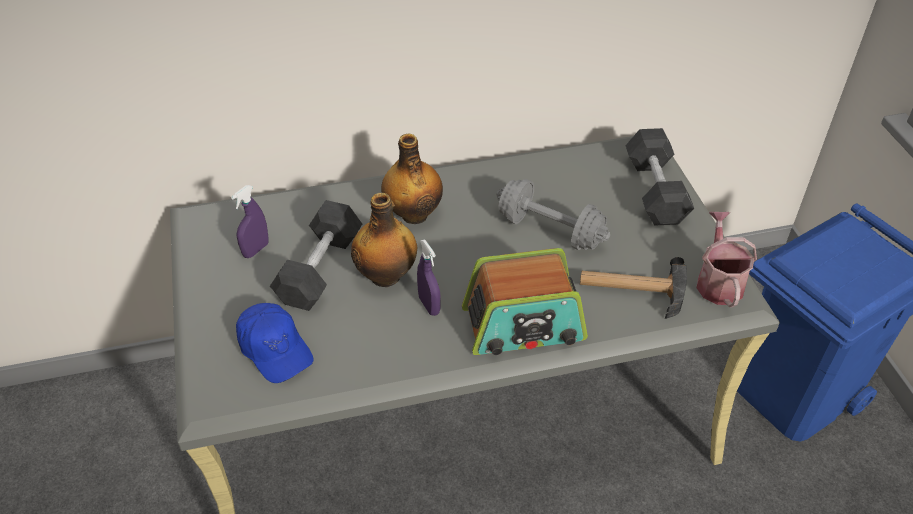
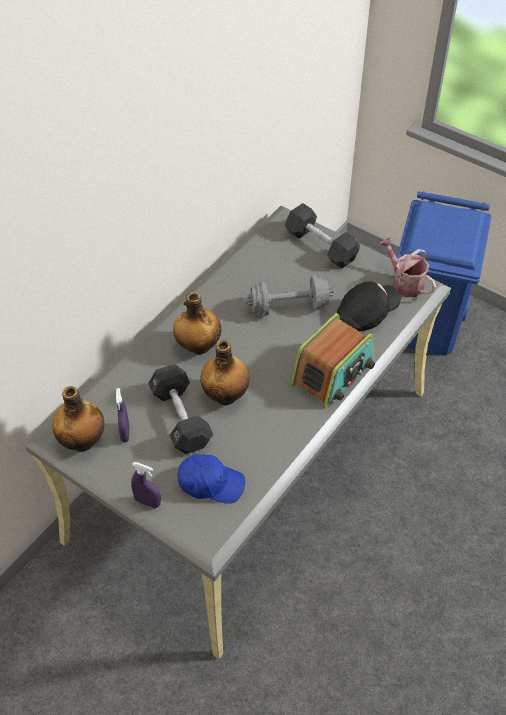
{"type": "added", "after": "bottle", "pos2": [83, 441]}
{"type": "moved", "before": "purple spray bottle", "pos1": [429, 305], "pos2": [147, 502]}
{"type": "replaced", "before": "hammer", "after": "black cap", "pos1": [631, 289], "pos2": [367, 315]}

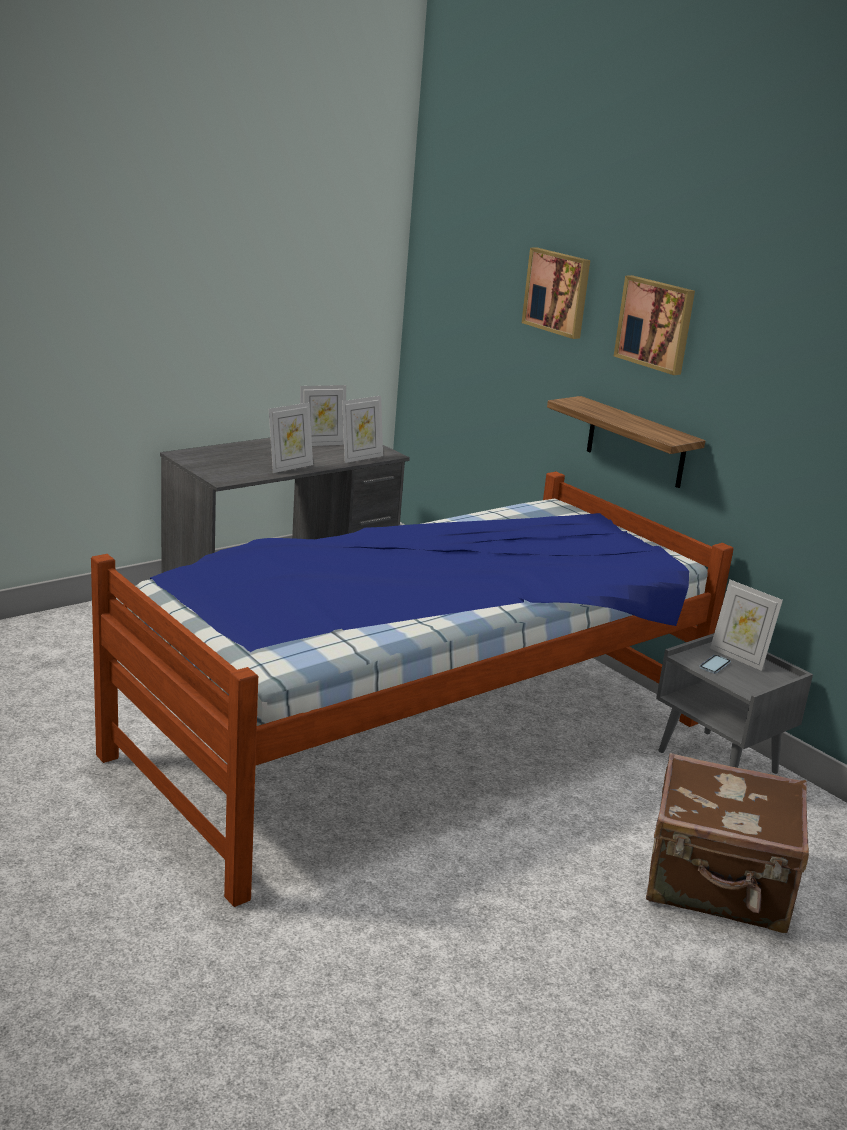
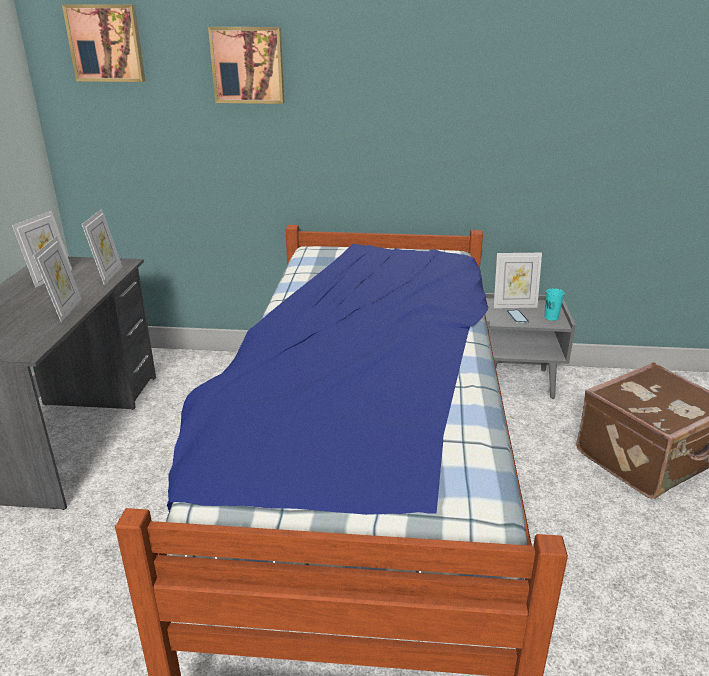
{"type": "removed", "before": "shelf", "pos1": [636, 443]}
{"type": "added", "after": "turquoise cup", "pos2": [551, 317]}
{"type": "moved", "before": "picture", "pos1": [656, 324], "pos2": [106, 43]}

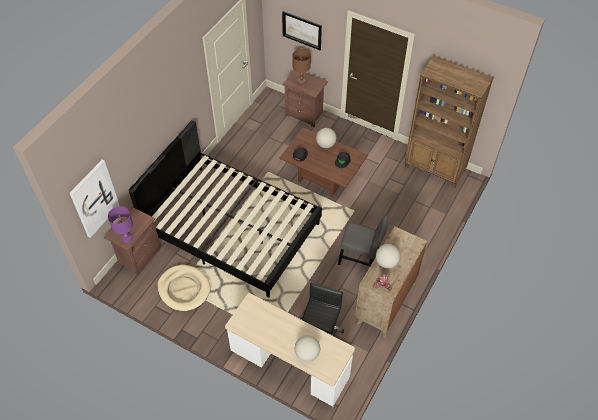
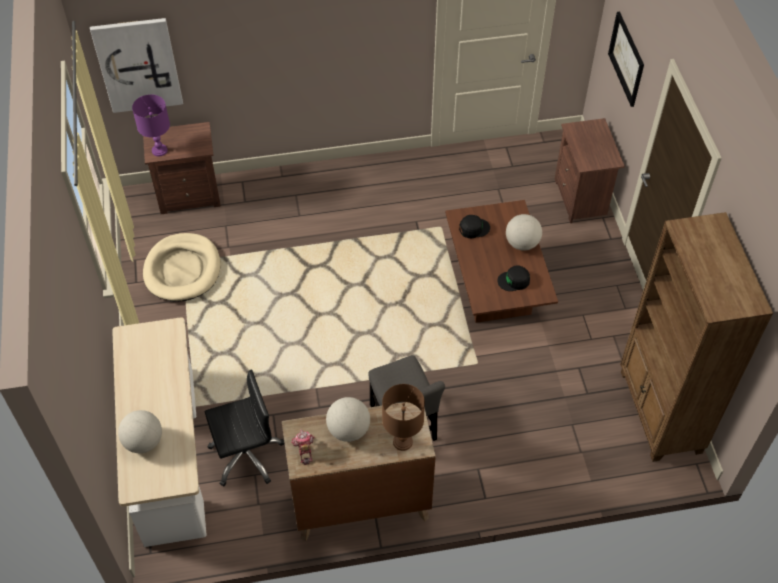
{"type": "removed", "before": "black bed", "pos1": [232, 228]}
{"type": "moved", "before": "brown table lamp", "pos1": [301, 81], "pos2": [402, 442]}

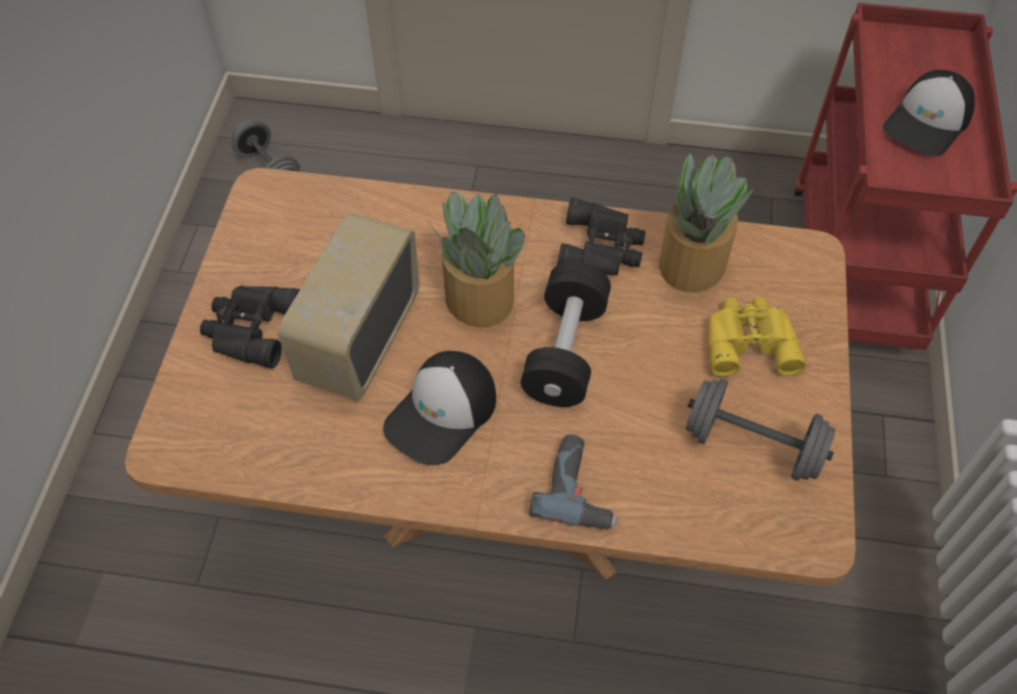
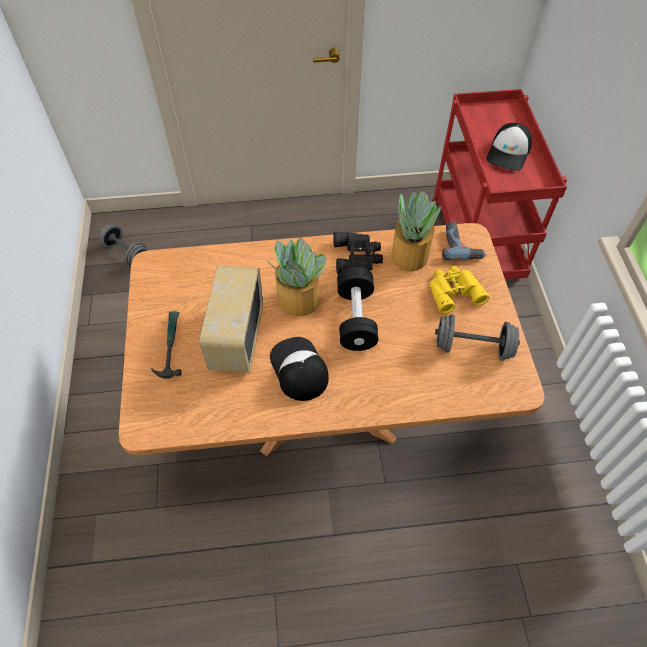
{"type": "moved", "before": "power drill", "pos1": [580, 488], "pos2": [461, 245]}
{"type": "replaced", "before": "black binoculars", "after": "hammer", "pos1": [249, 329], "pos2": [169, 346]}
{"type": "turned", "before": "cap", "pos1": [442, 413], "pos2": [298, 369], "turn": 135}

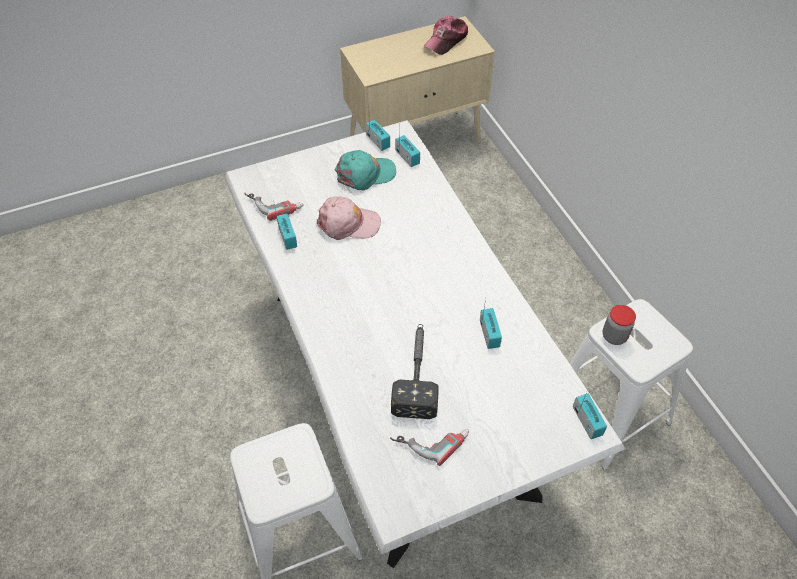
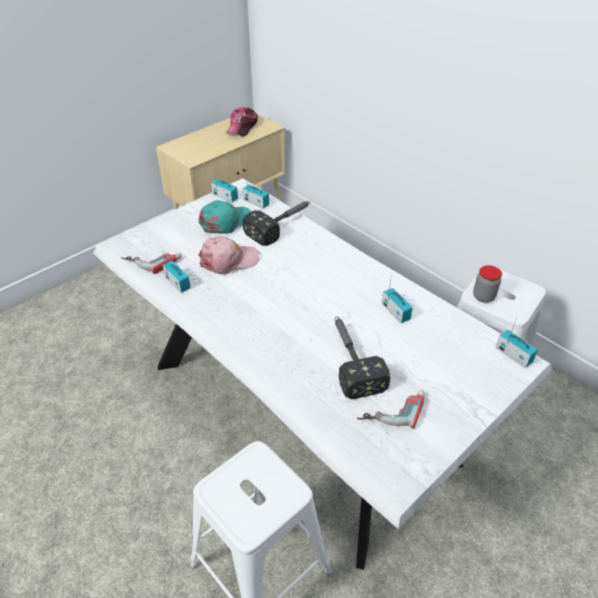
{"type": "added", "after": "hammer", "pos2": [282, 225]}

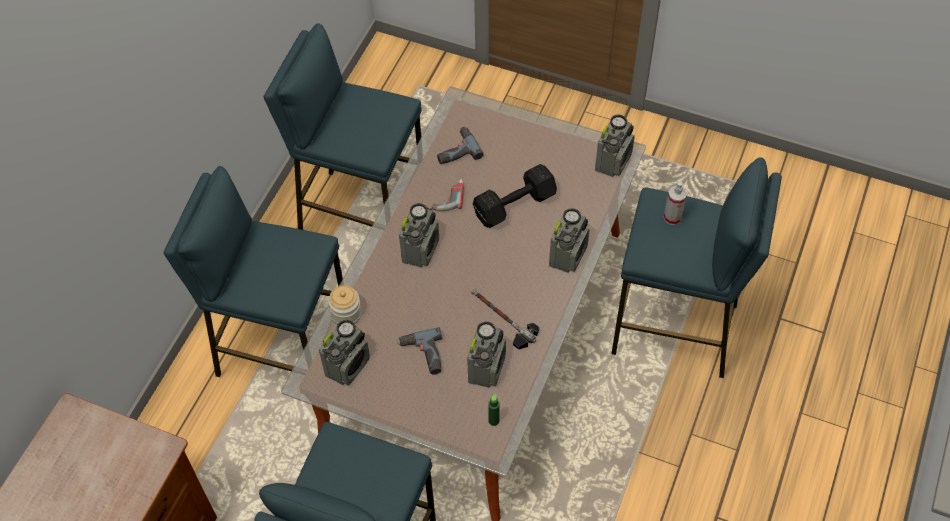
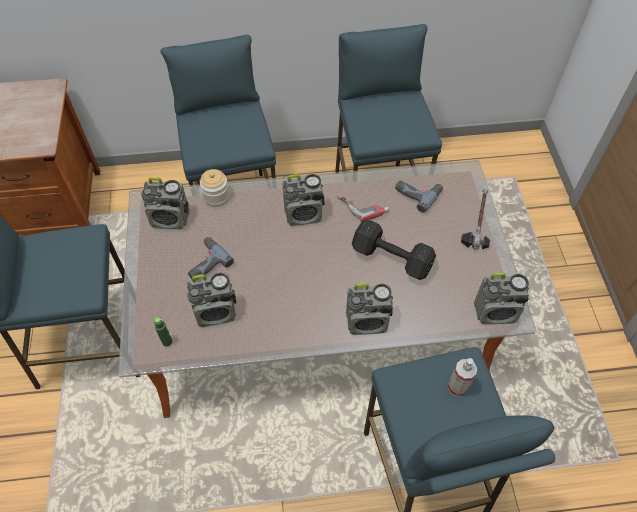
{"type": "moved", "before": "hammer", "pos1": [502, 319], "pos2": [478, 221]}

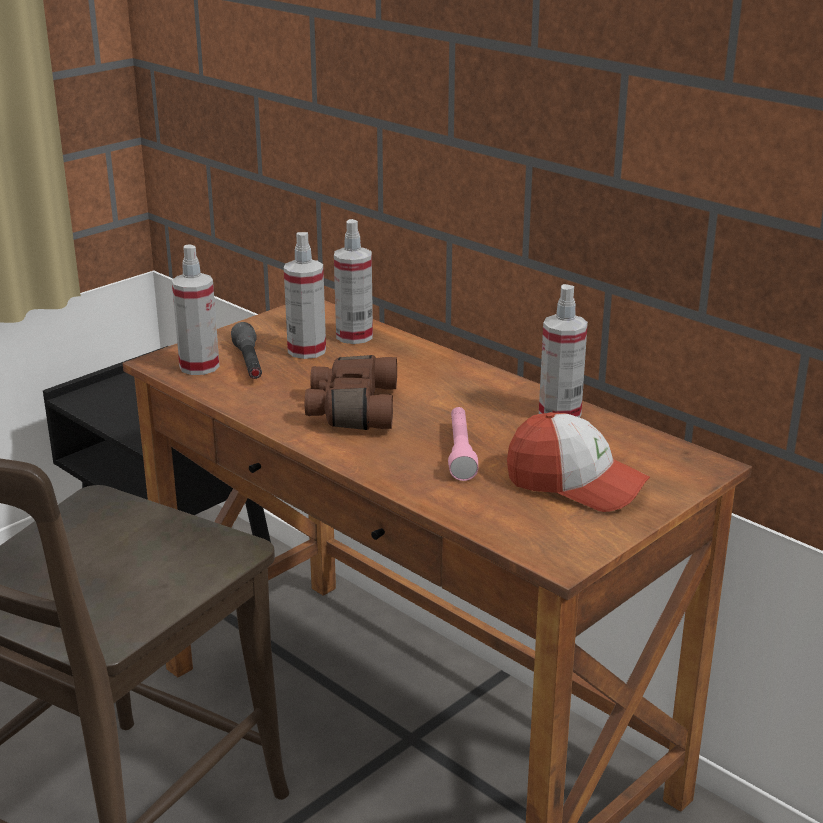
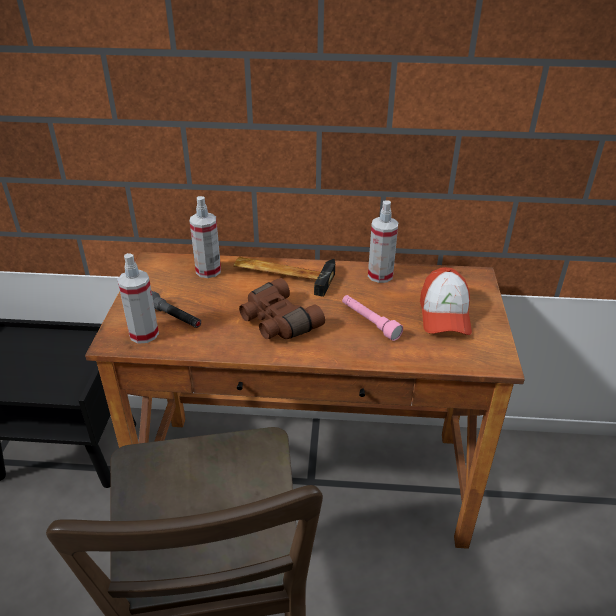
{"type": "removed", "before": "spray bottle", "pos1": [307, 350]}
{"type": "added", "after": "hammer", "pos2": [283, 273]}
{"type": "turned", "before": "cap", "pos1": [575, 484], "pos2": [444, 315], "turn": 105}

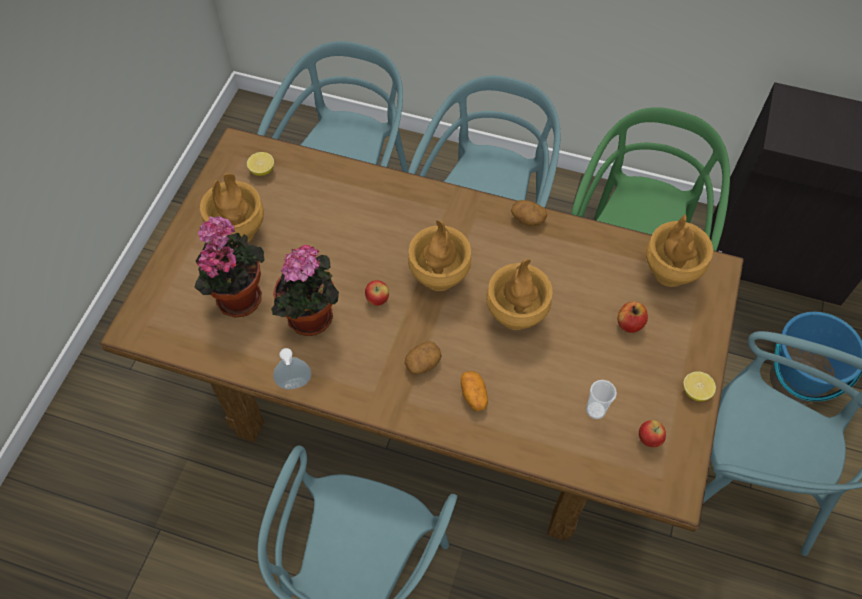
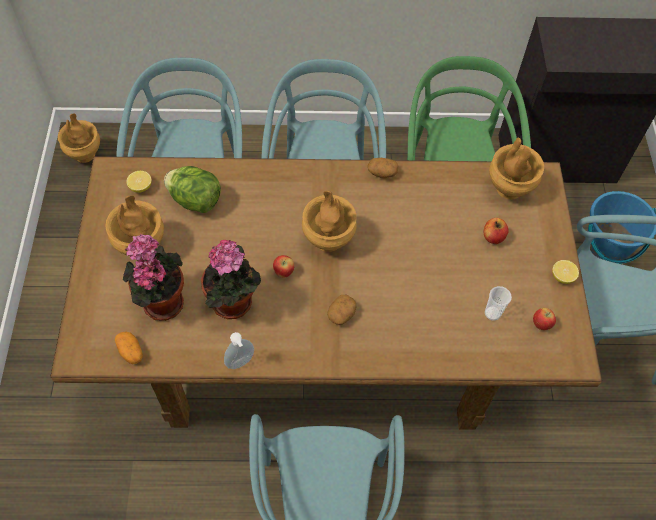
{"type": "added", "after": "lettuce", "pos2": [195, 200]}
{"type": "moved", "before": "potato", "pos1": [473, 395], "pos2": [131, 352]}
{"type": "moved", "before": "brown vase", "pos1": [515, 315], "pos2": [85, 154]}

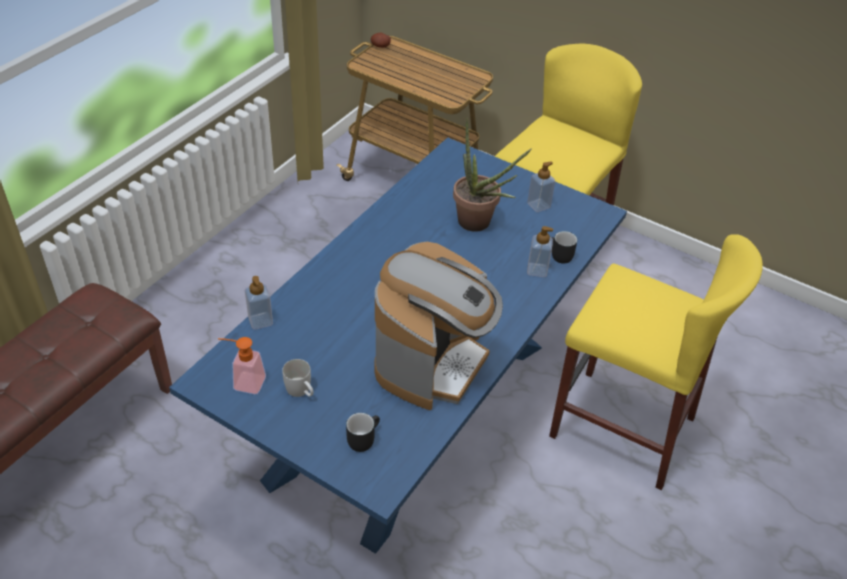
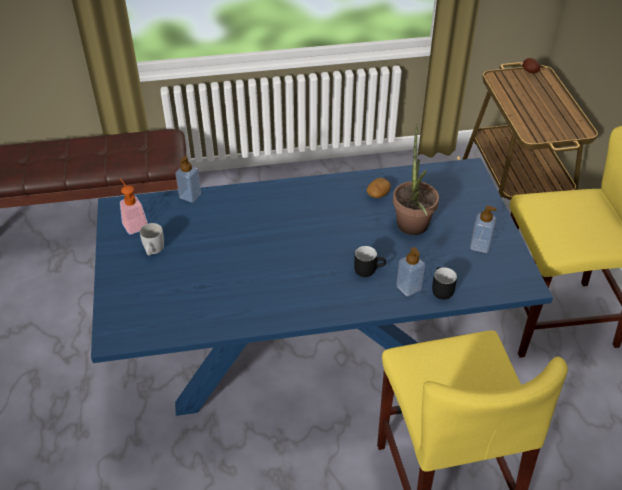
{"type": "removed", "before": "coffee machine", "pos1": [432, 363]}
{"type": "added", "after": "potato", "pos2": [378, 194]}
{"type": "moved", "before": "black mug", "pos1": [362, 438], "pos2": [368, 269]}

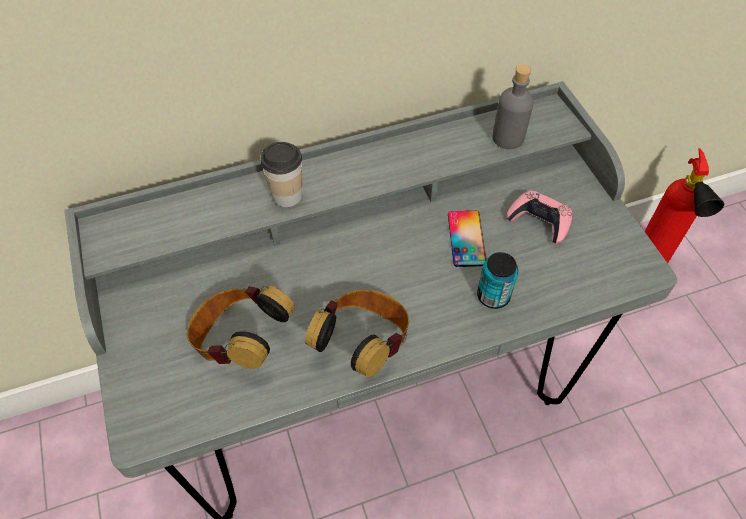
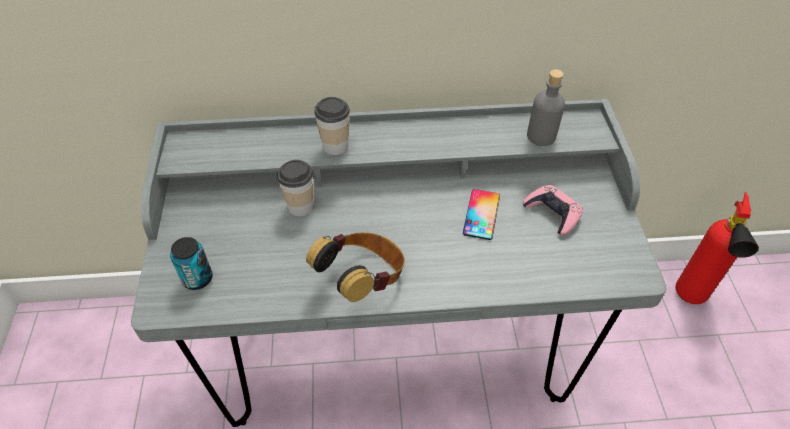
{"type": "removed", "before": "headphones", "pos1": [241, 341]}
{"type": "added", "after": "cup", "pos2": [300, 206]}
{"type": "moved", "before": "can", "pos1": [493, 296], "pos2": [197, 278]}

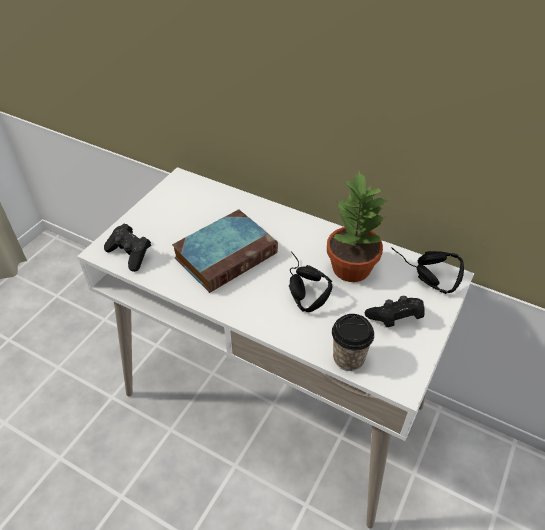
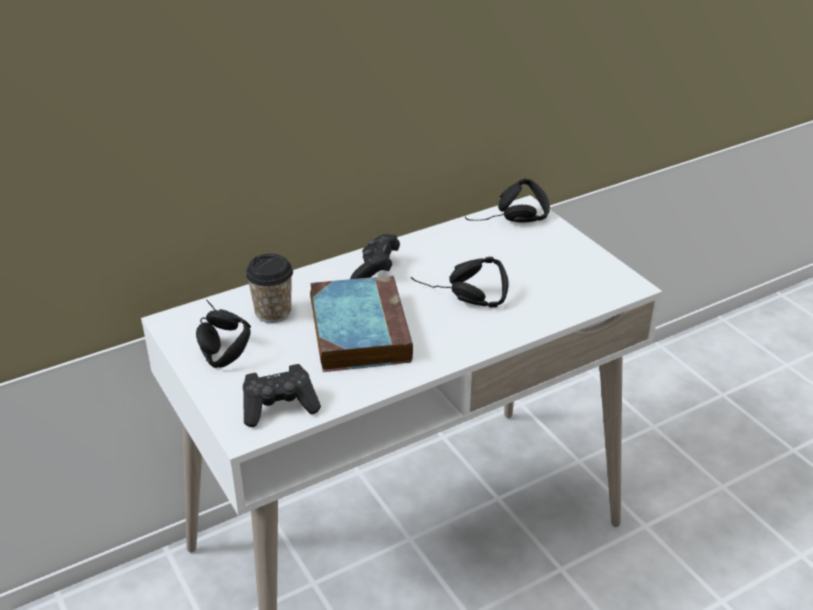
{"type": "removed", "before": "potted plant", "pos1": [350, 267]}
{"type": "added", "after": "black headphones", "pos2": [214, 342]}
{"type": "moved", "before": "cup", "pos1": [348, 358], "pos2": [273, 312]}
{"type": "moved", "before": "black game controller", "pos1": [395, 319], "pos2": [375, 270]}

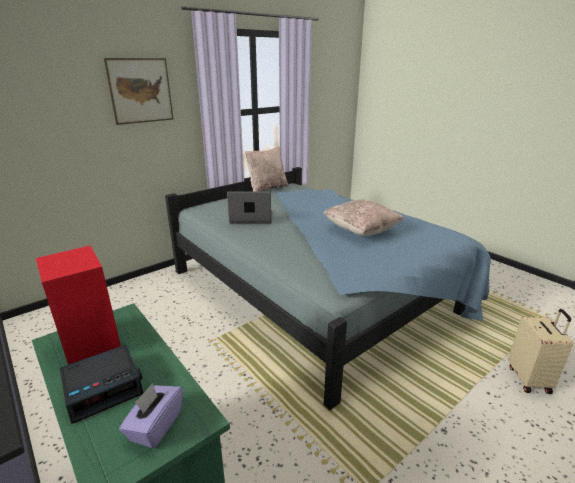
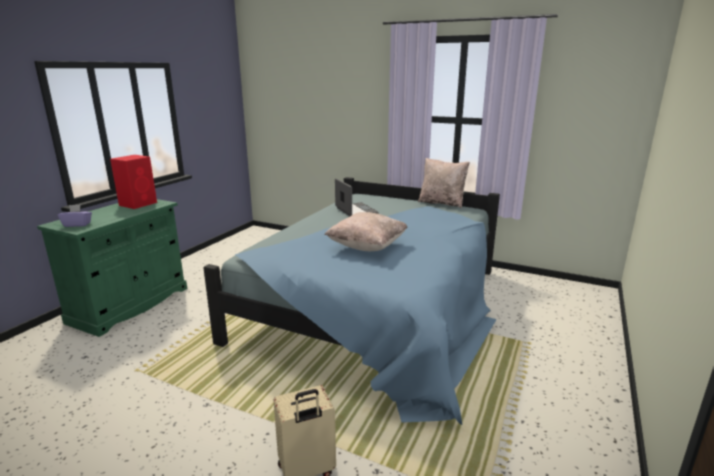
{"type": "removed", "before": "alarm clock", "pos1": [104, 387]}
{"type": "removed", "before": "picture", "pos1": [140, 91]}

